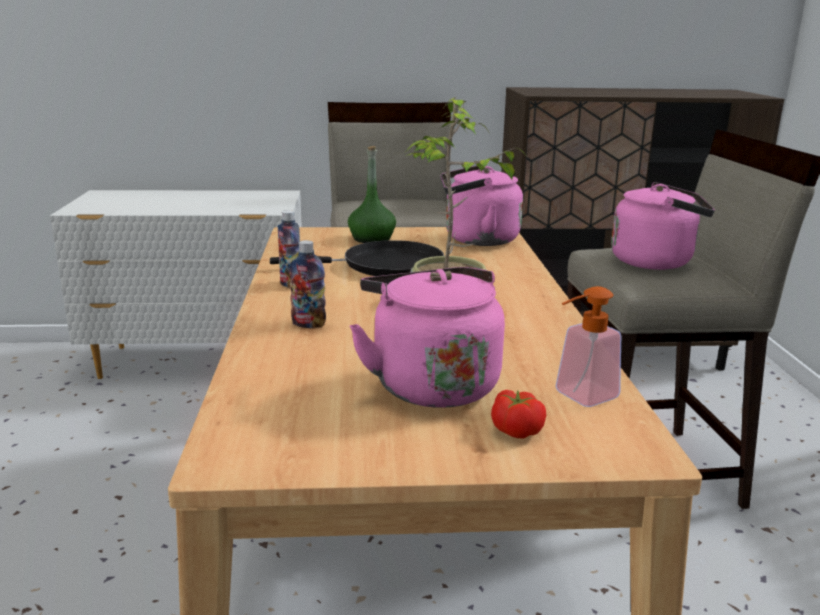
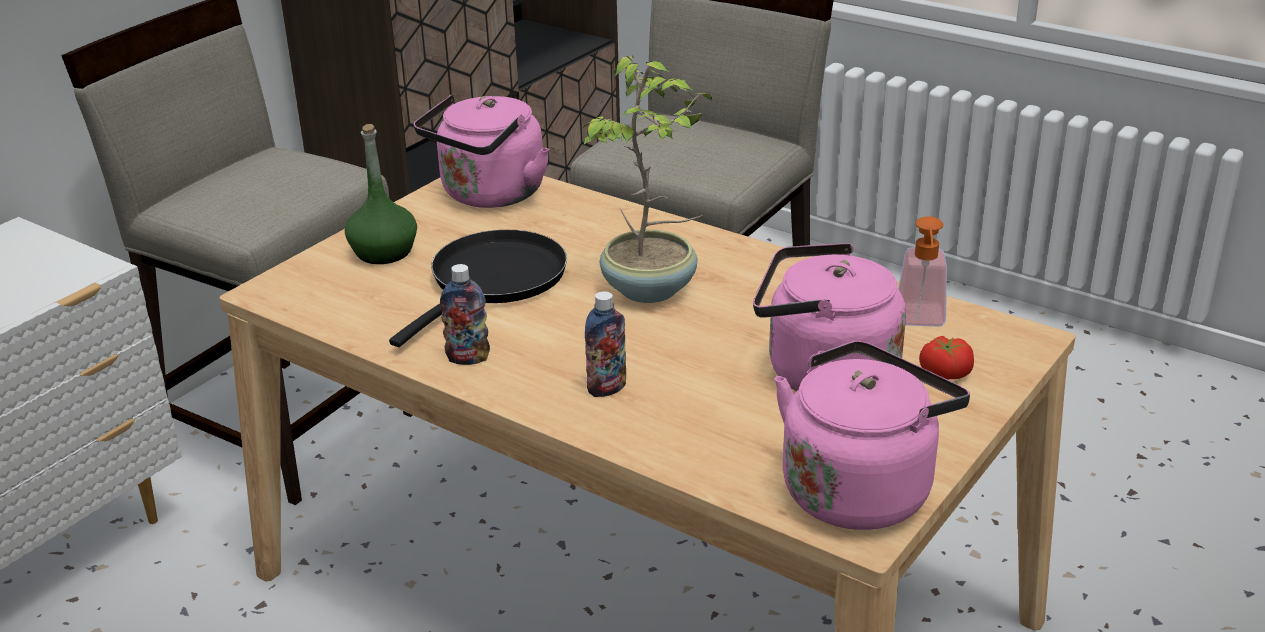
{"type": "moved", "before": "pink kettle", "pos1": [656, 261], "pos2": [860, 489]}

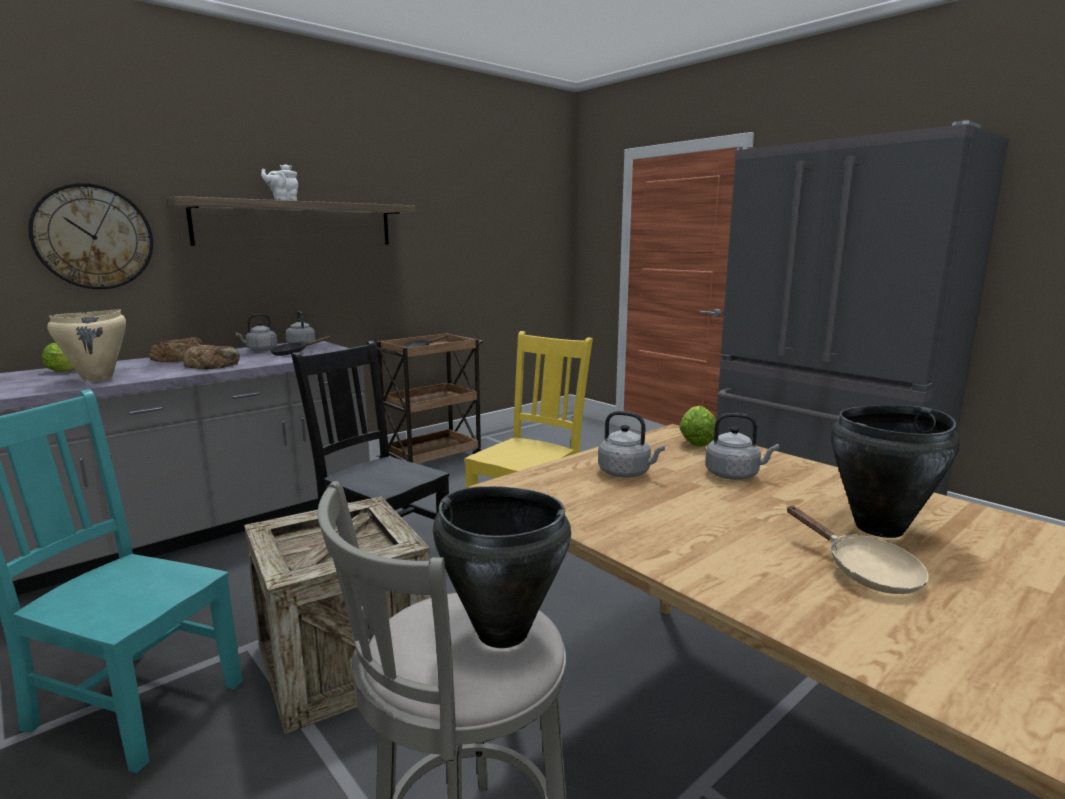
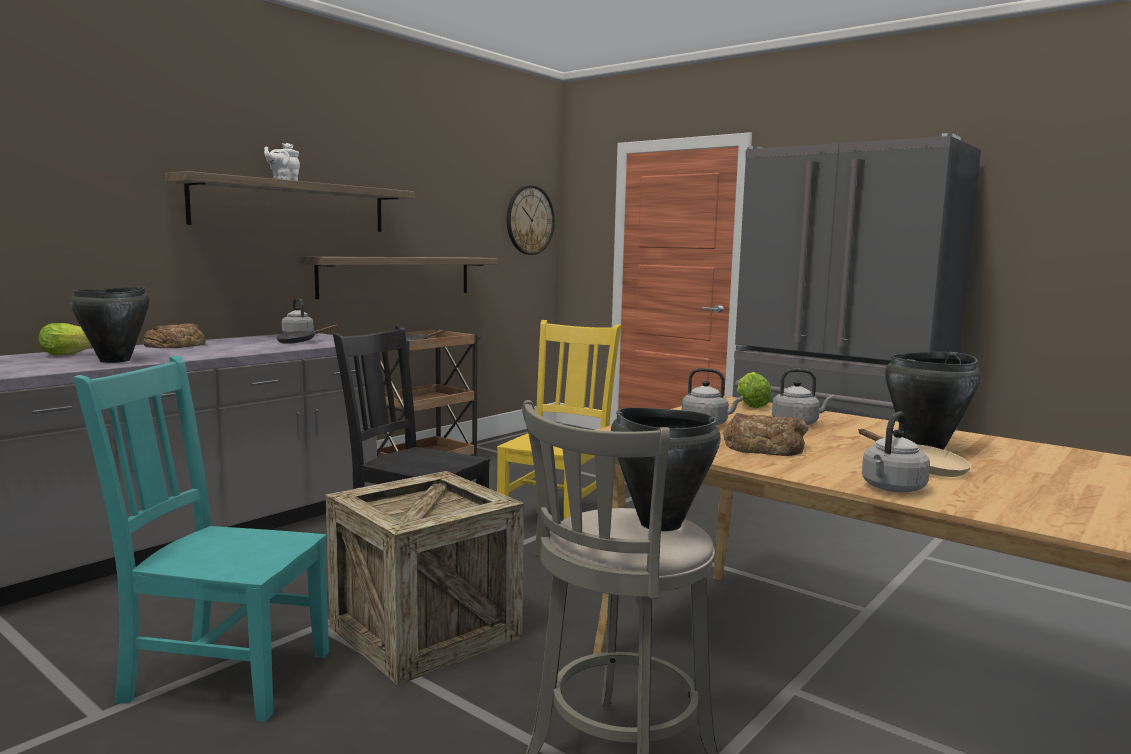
{"type": "added", "after": "shelf", "pos2": [397, 276]}
{"type": "moved", "before": "wall clock", "pos1": [93, 237], "pos2": [529, 220]}
{"type": "moved", "before": "bread", "pos1": [212, 364], "pos2": [764, 446]}
{"type": "moved", "before": "grey kettle", "pos1": [260, 350], "pos2": [892, 489]}
{"type": "recoloured", "before": "beige cooking pot", "after": "black cooking pot", "pos1": [98, 379], "pos2": [115, 360]}

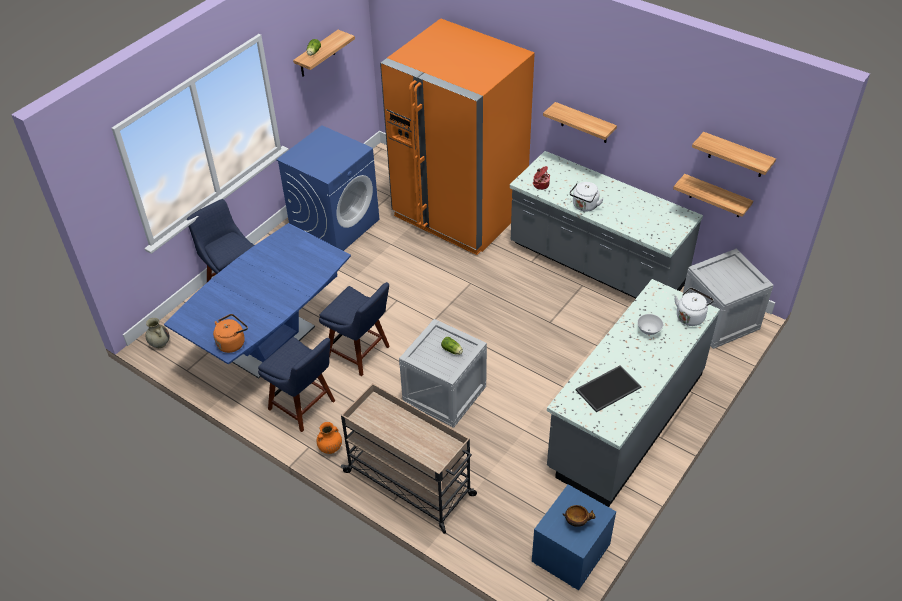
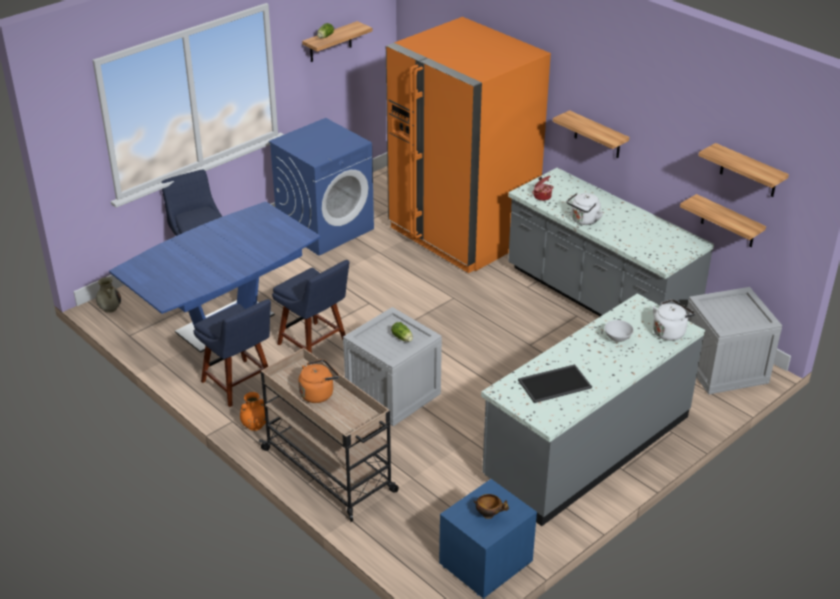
{"type": "moved", "before": "orange kettle", "pos1": [232, 342], "pos2": [318, 393]}

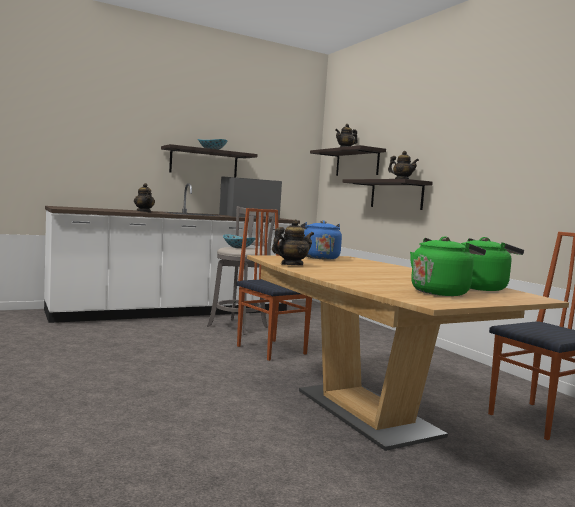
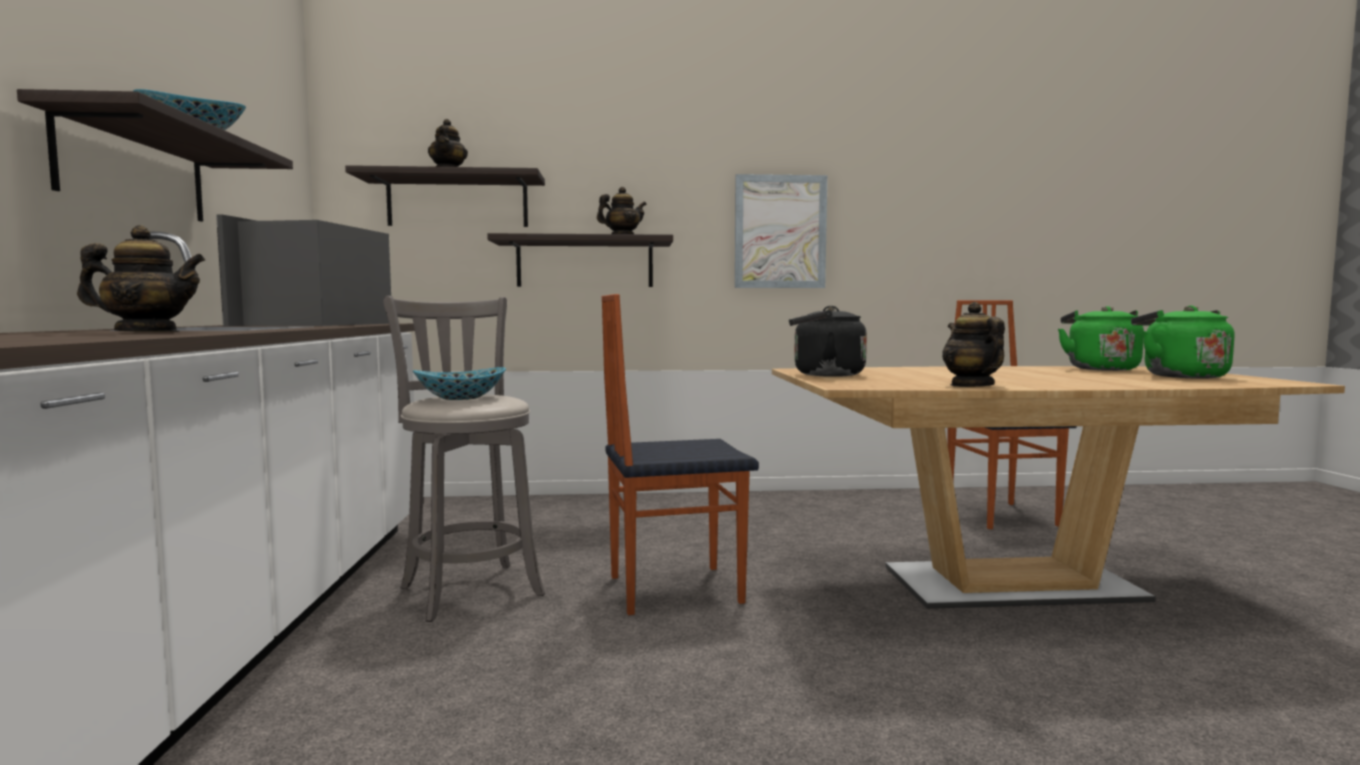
{"type": "added", "after": "picture", "pos2": [780, 232]}
{"type": "recoloured", "before": "blue kettle", "after": "black kettle", "pos1": [319, 257], "pos2": [823, 375]}

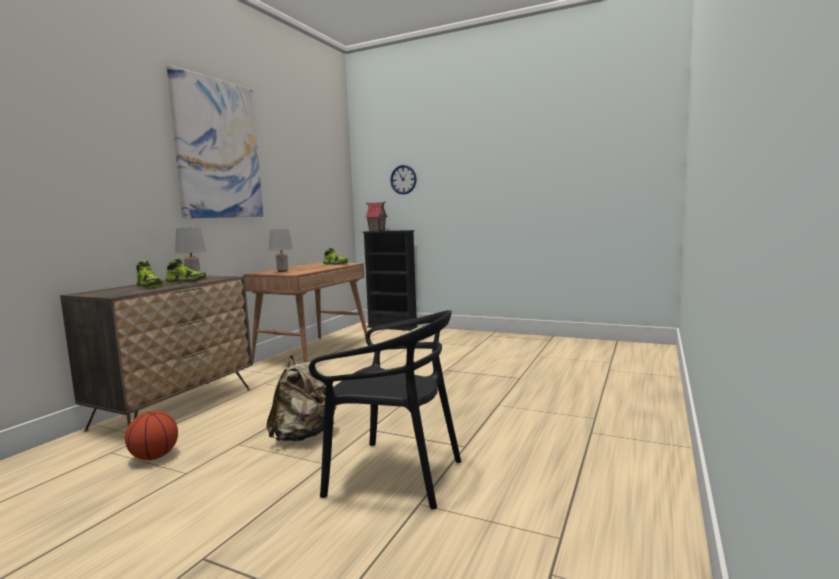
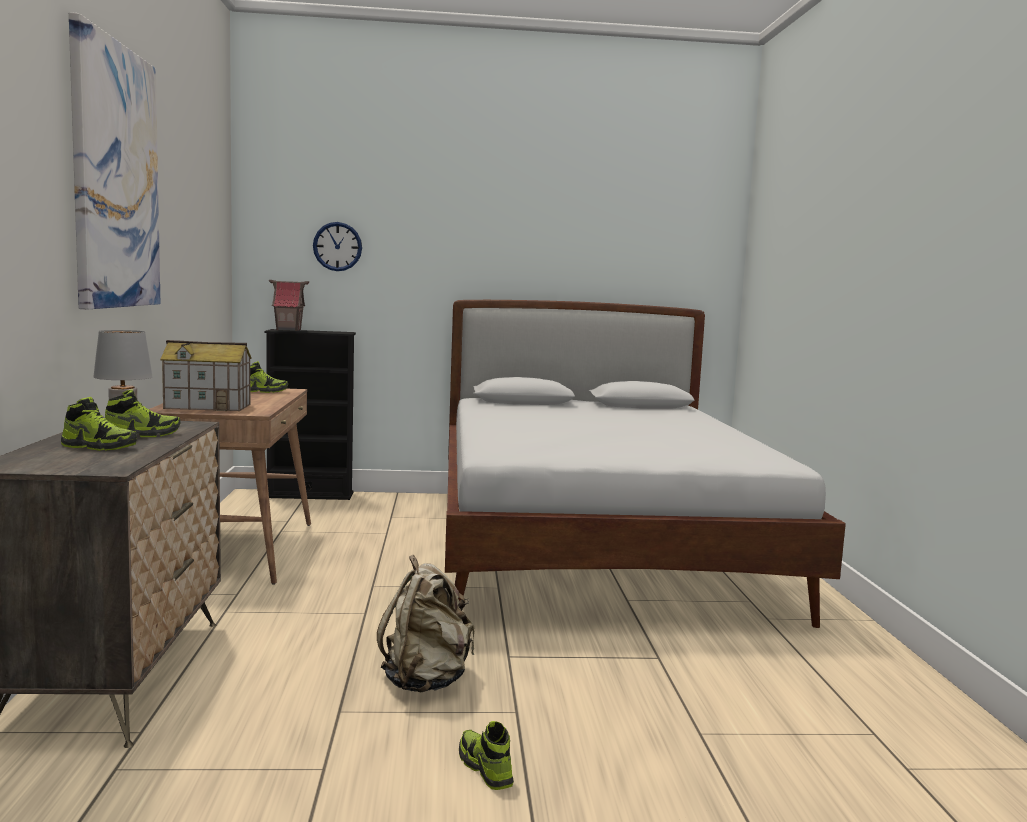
{"type": "removed", "before": "basketball", "pos1": [154, 457]}
{"type": "removed", "before": "black chair", "pos1": [394, 475]}
{"type": "added", "after": "white bed", "pos2": [597, 549]}
{"type": "added", "after": "shoe", "pos2": [485, 768]}
{"type": "replaced", "before": "grey table lamp", "after": "toy house", "pos1": [283, 271], "pos2": [208, 406]}

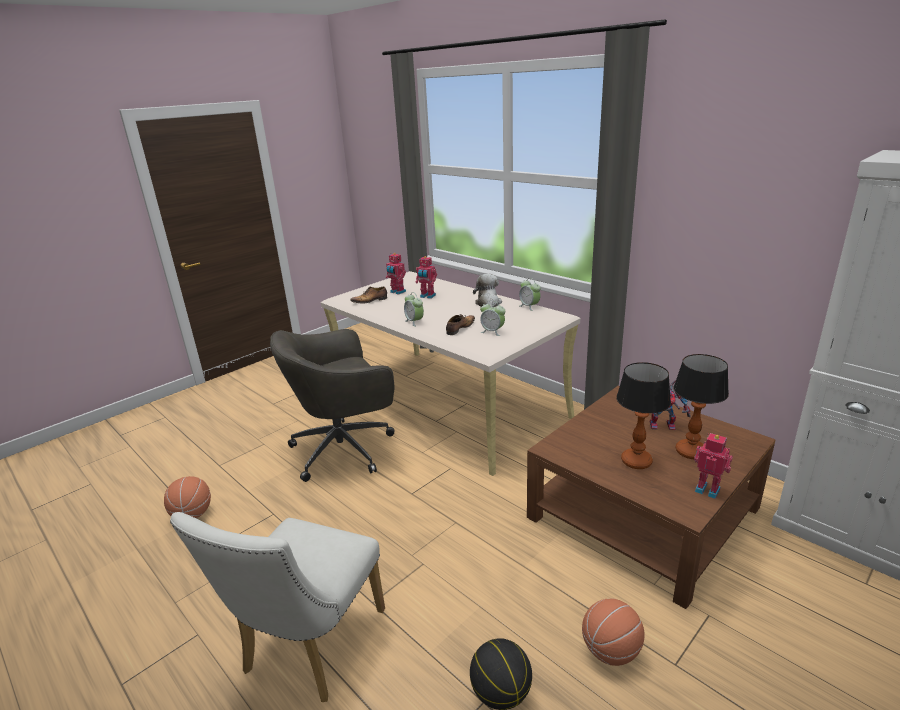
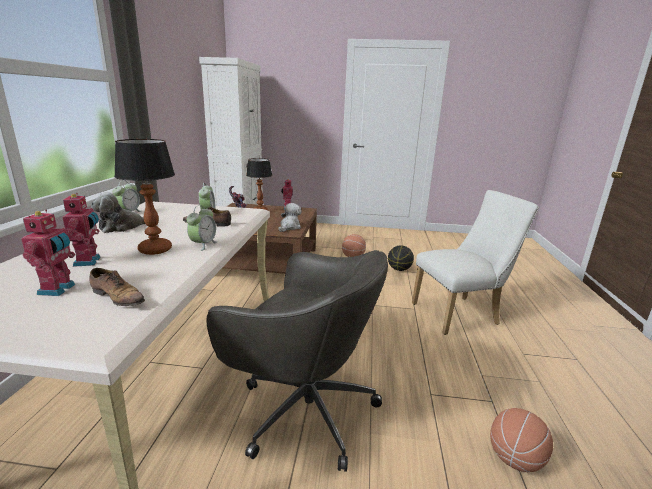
{"type": "added", "after": "plush toy", "pos2": [289, 227]}
{"type": "moved", "before": "table lamp", "pos1": [636, 461], "pos2": [154, 250]}

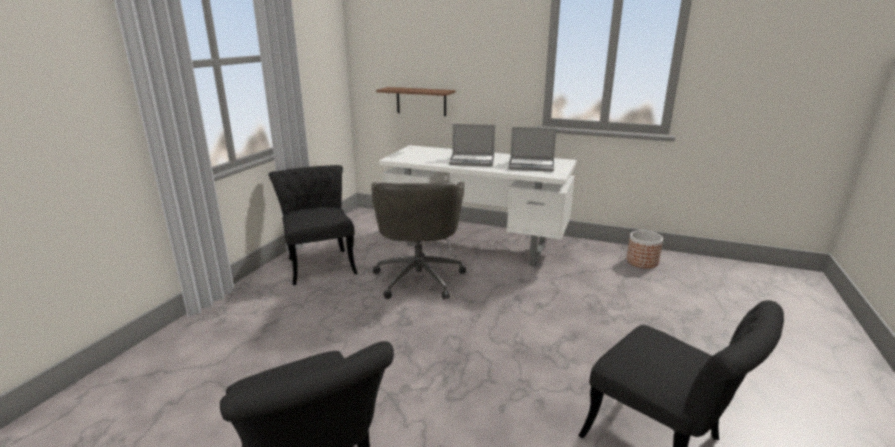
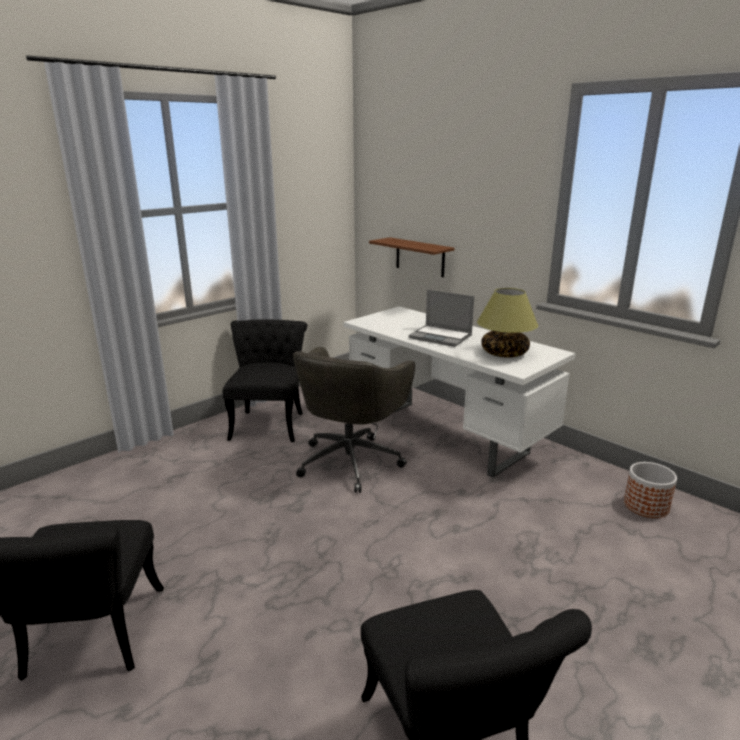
{"type": "replaced", "before": "laptop", "after": "table lamp", "pos1": [532, 166], "pos2": [504, 353]}

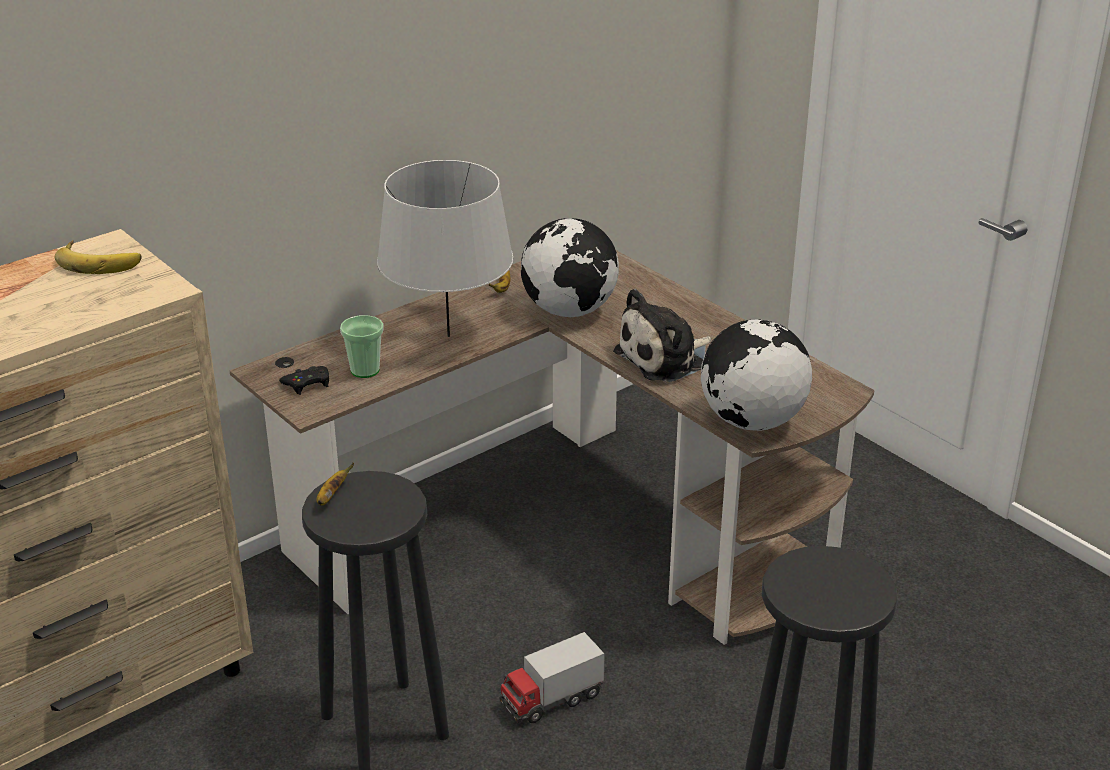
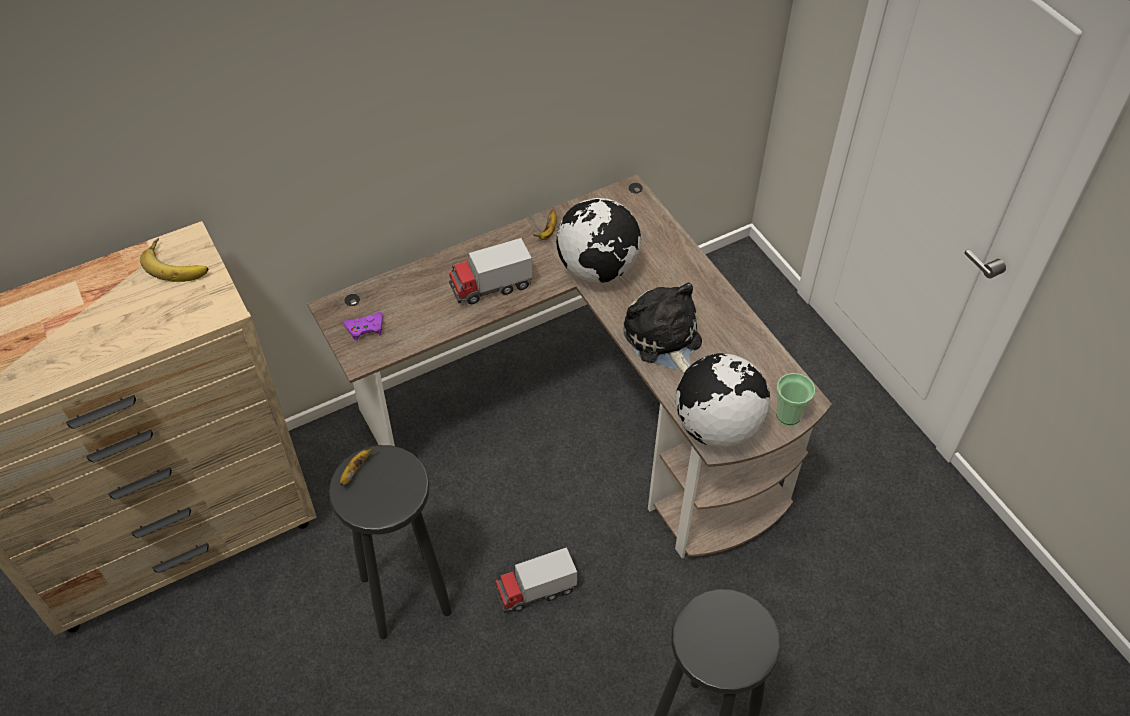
{"type": "moved", "before": "cup", "pos1": [365, 370], "pos2": [788, 414]}
{"type": "replaced", "before": "grey table lamp", "after": "toy truck", "pos1": [449, 336], "pos2": [491, 287]}
{"type": "recoloured", "before": "black game controller", "after": "purple game controller", "pos1": [307, 384], "pos2": [365, 328]}
{"type": "turned", "before": "plush toy", "pos1": [665, 358], "pos2": [663, 339], "turn": 90}

